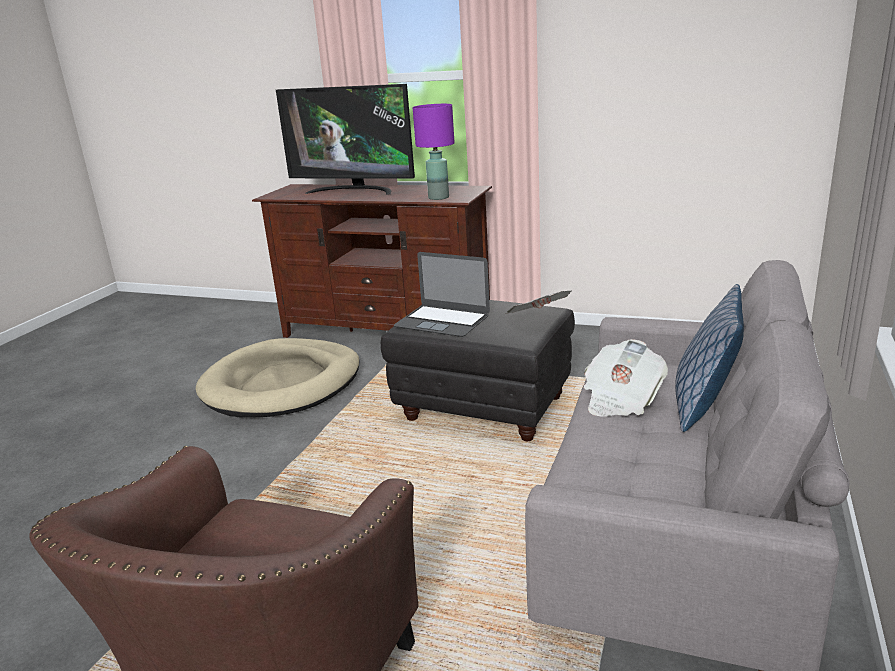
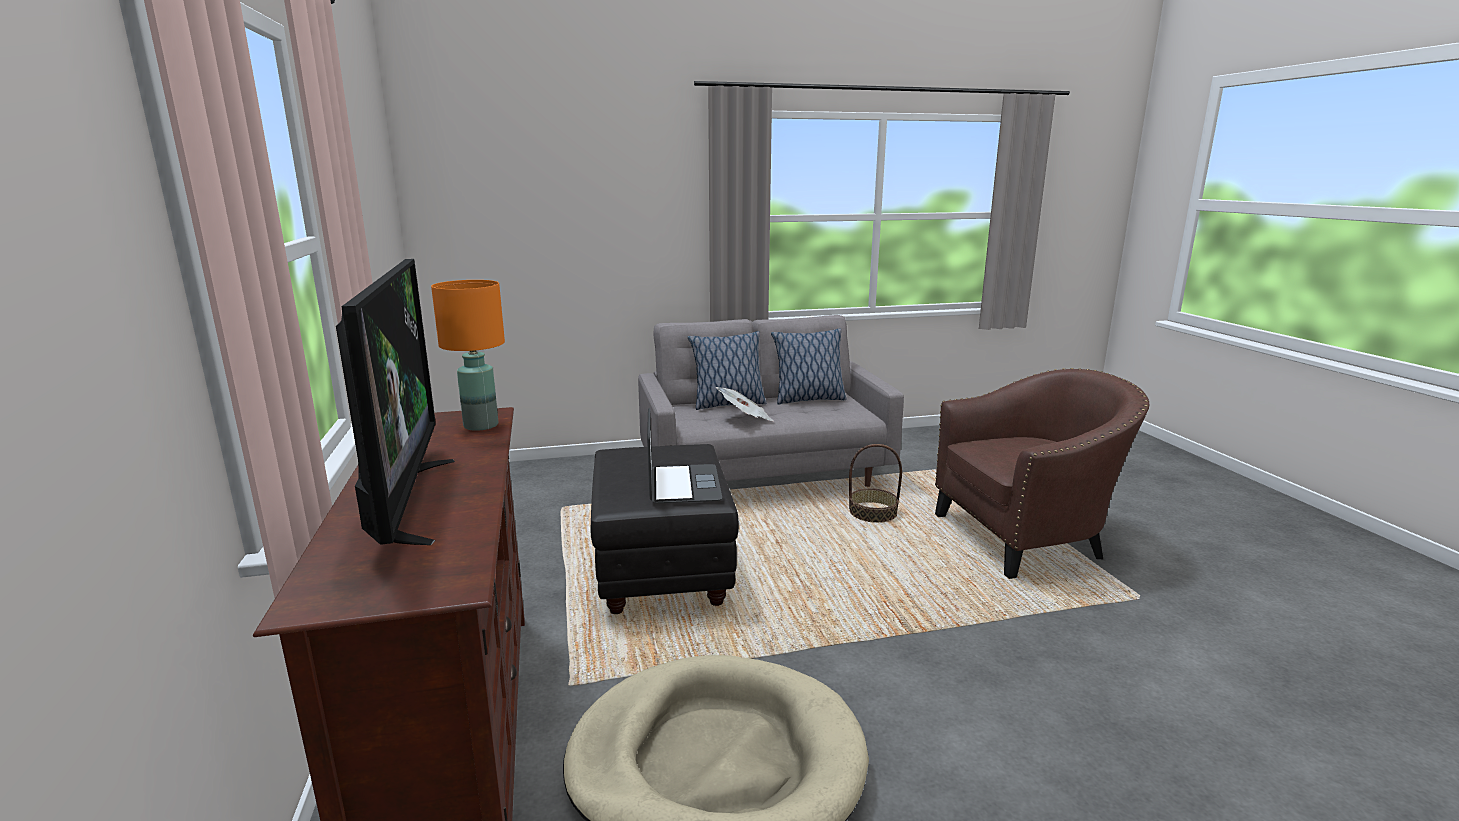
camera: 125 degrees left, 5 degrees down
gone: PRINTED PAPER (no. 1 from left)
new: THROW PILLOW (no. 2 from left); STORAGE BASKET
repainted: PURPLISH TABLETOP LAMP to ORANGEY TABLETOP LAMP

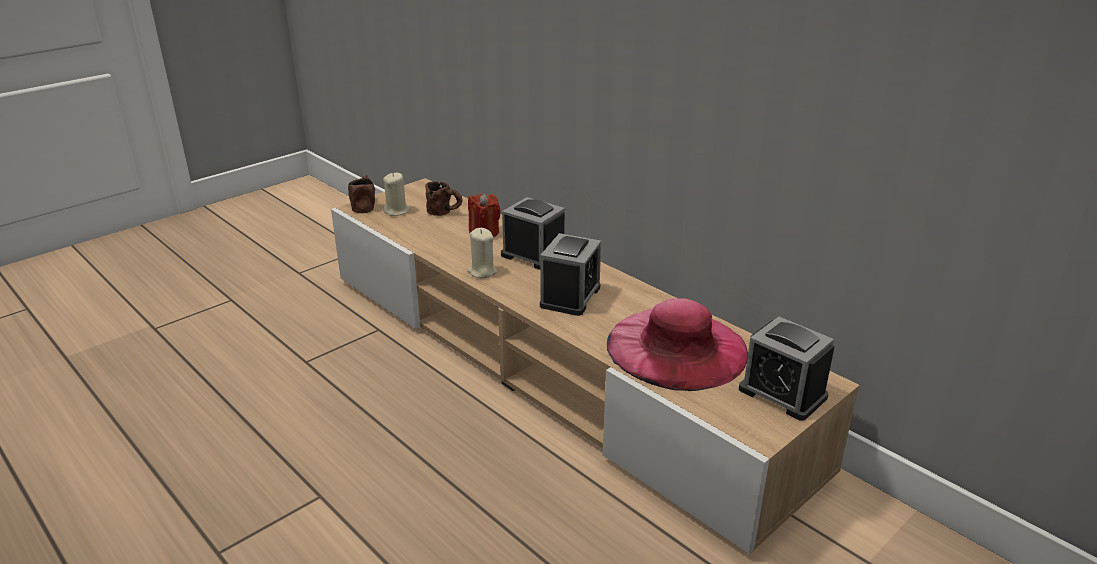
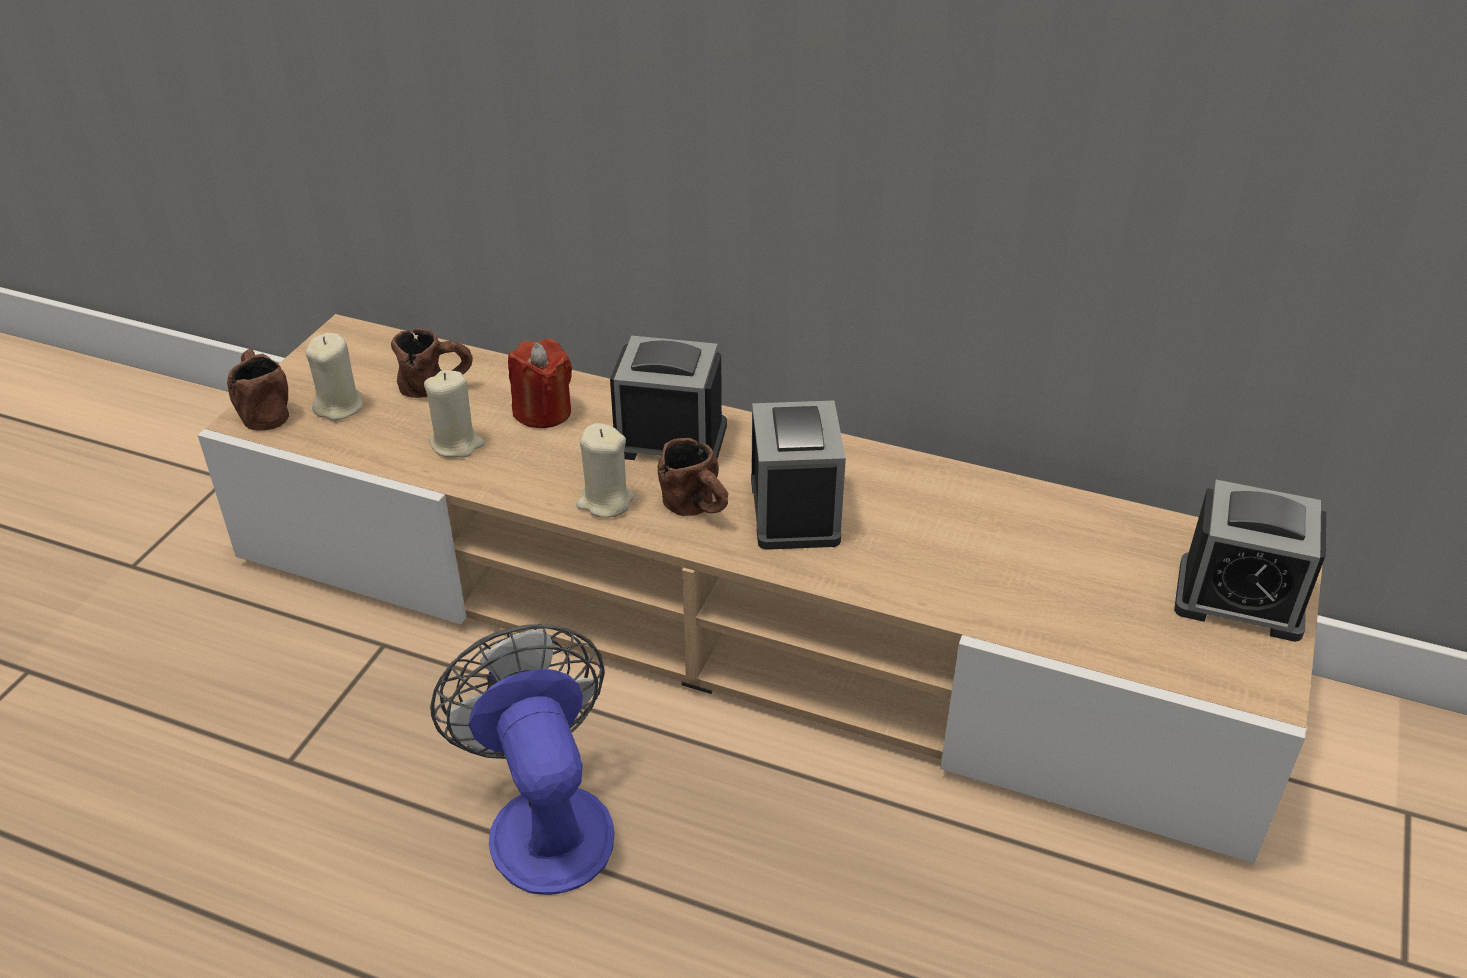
camera: 25 degrees left, 10 degrees up
gone: PINKISH CLOTHING HAT
new: BEIGE-COLOURED WAX LIGHT (no. 2 from left); FAN; BROWN-COLOURED TEA MUG (no. 3 from left)

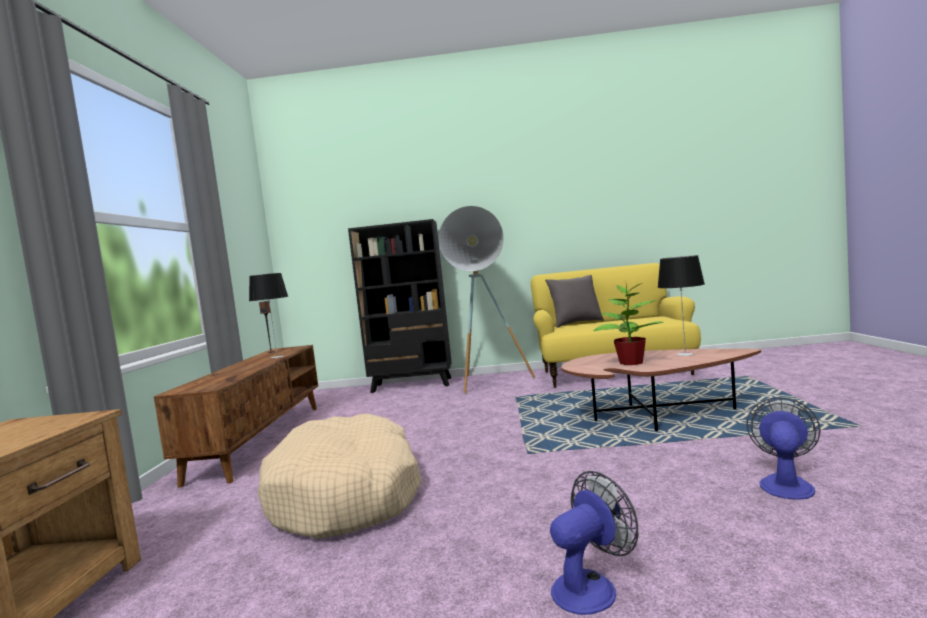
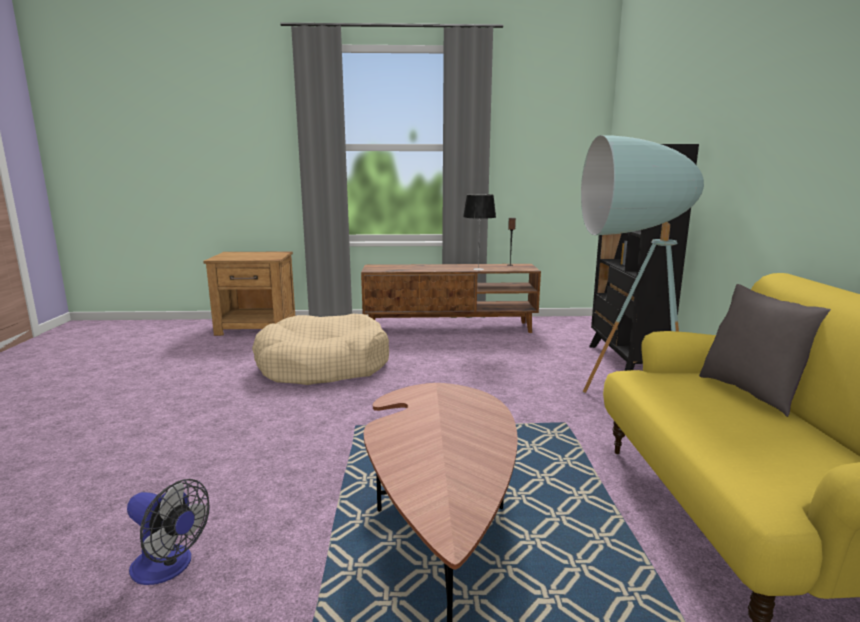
camera: 85 degrees right, 10 degrees up
gone: FAN (no. 1 from left); POTTED PLANT; TABLETOP LAMP (no. 2 from left)

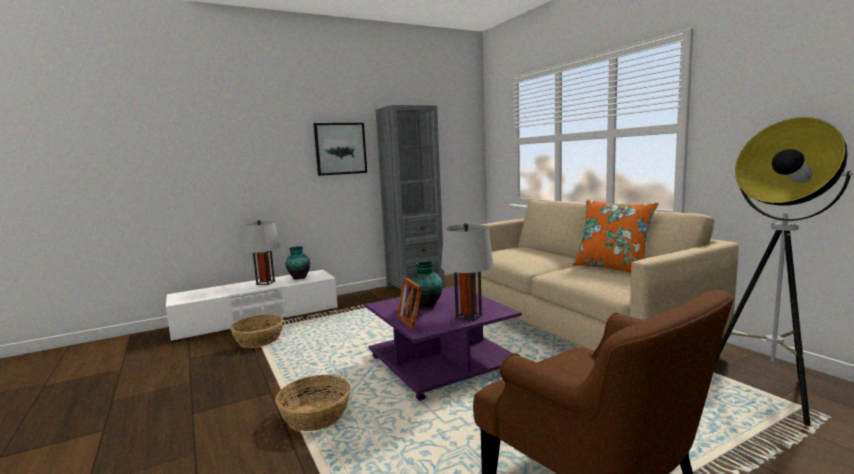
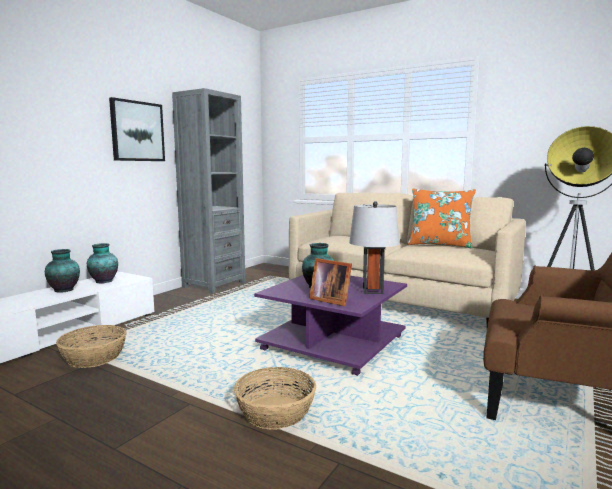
camera: 30 degrees left, 0 degrees up
swapped: GREYISH TABLETOP LAMP (no. 1 from left) to DECORATIVE VASE (no. 1 from left)

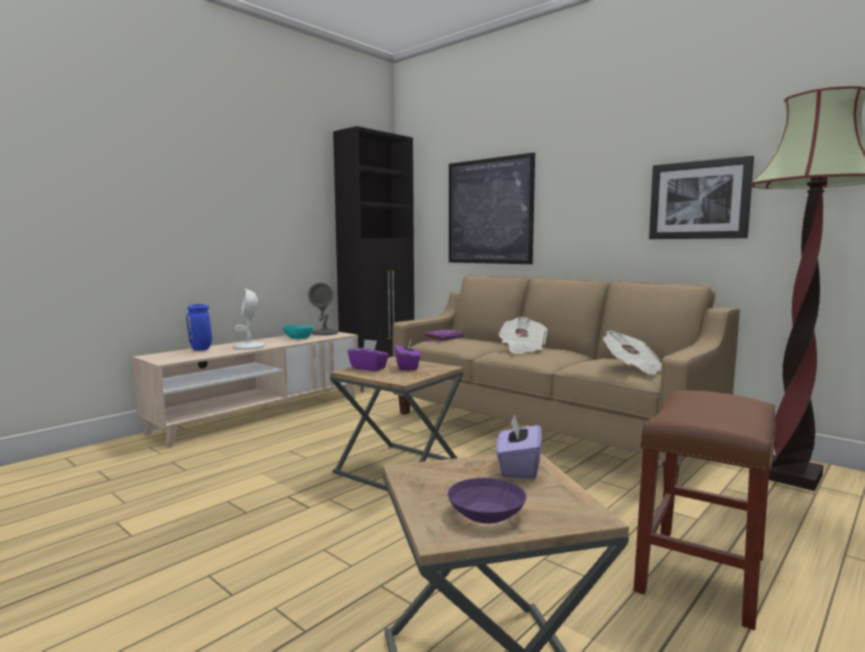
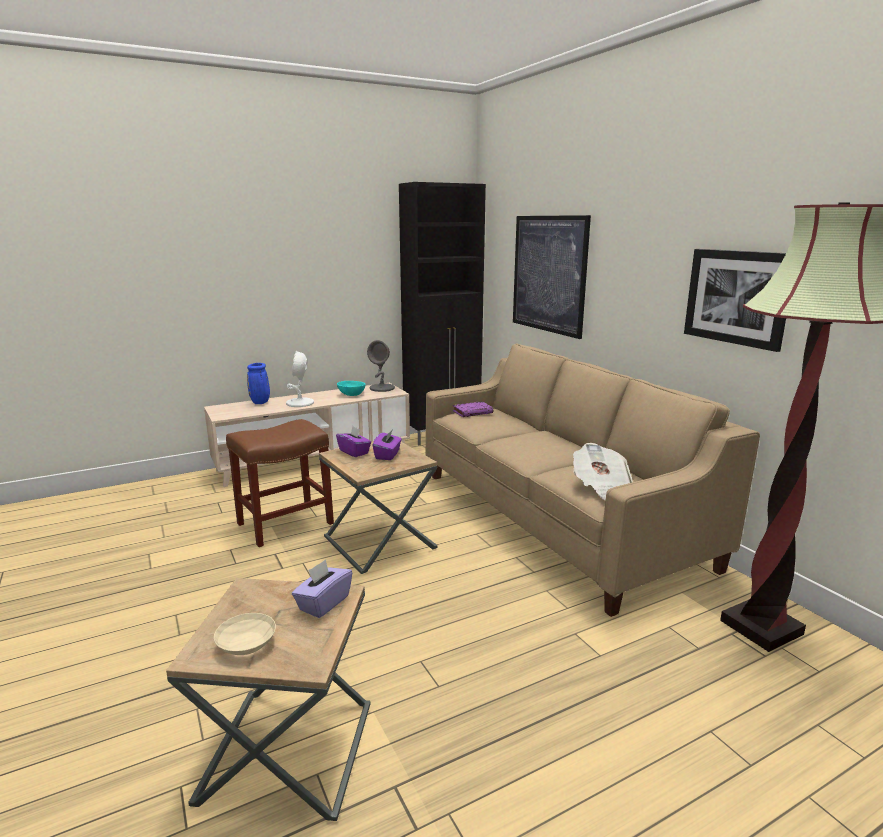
camera: 20 degrees right, 10 degrees up
gone: PRINTED PAPER (no. 1 from left)
shifted: BROWN-COLOURED SITTING STOOL
repainted: PURPLISH BOWL to BEIGE-COLOURED BOWL

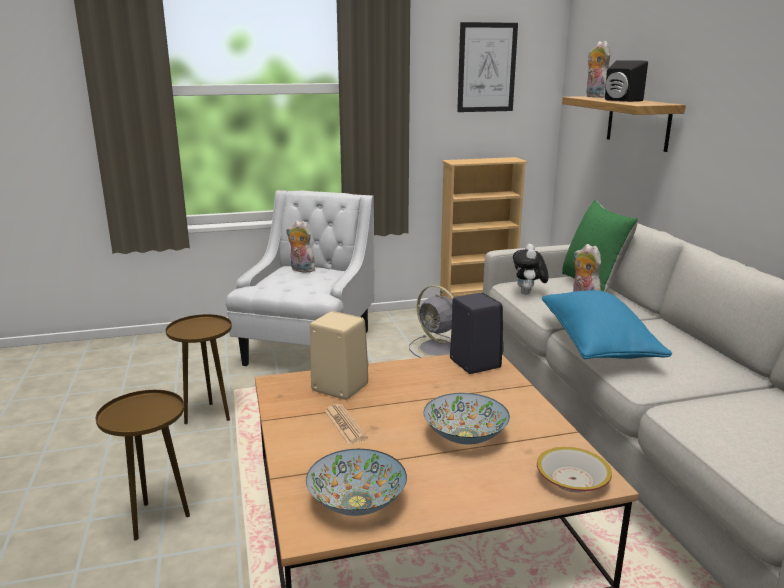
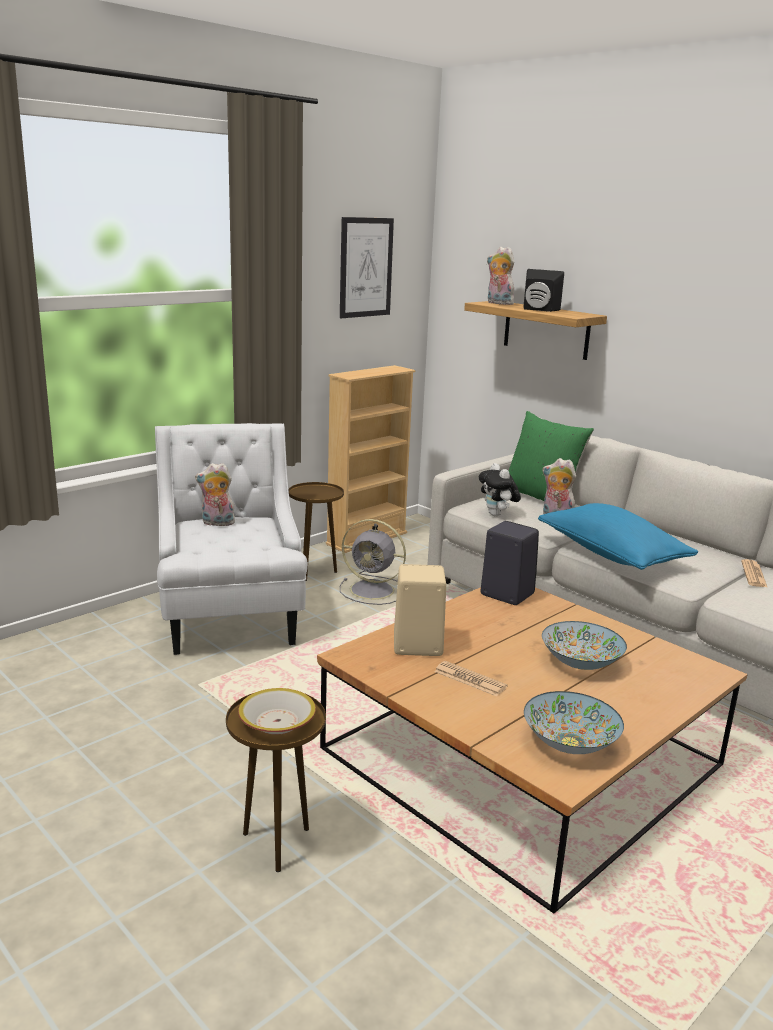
camera: 30 degrees left, 0 degrees up
new: PRINTED PAPER (no. 2 from left)
shifted: BROWN-COLOURED ACCENT TABLE (no. 2 from left); BOWL (no. 3 from left in the first image) to BOWL (no. 1 from left)

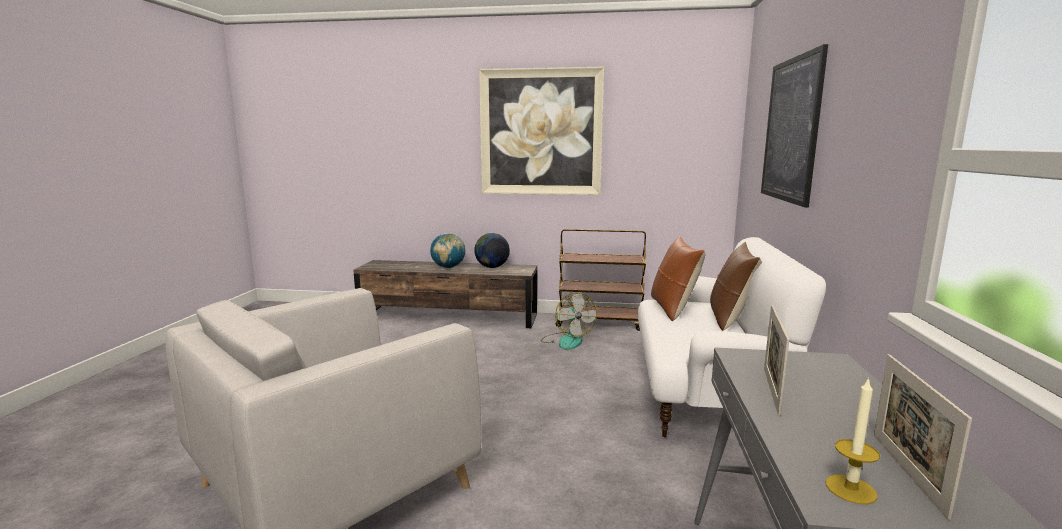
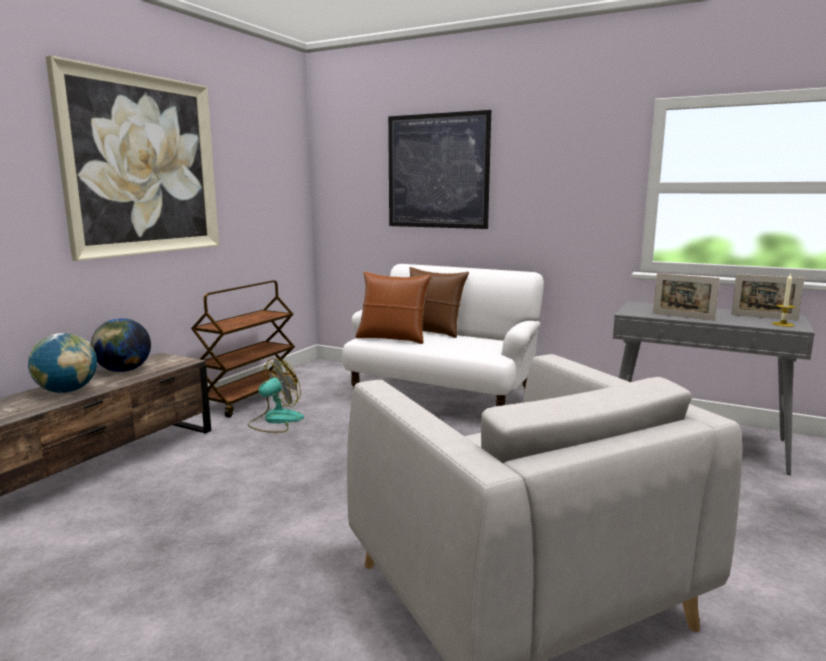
camera: 70 degrees left, 0 degrees up
rotated: FAN 45 degrees counterclockwise

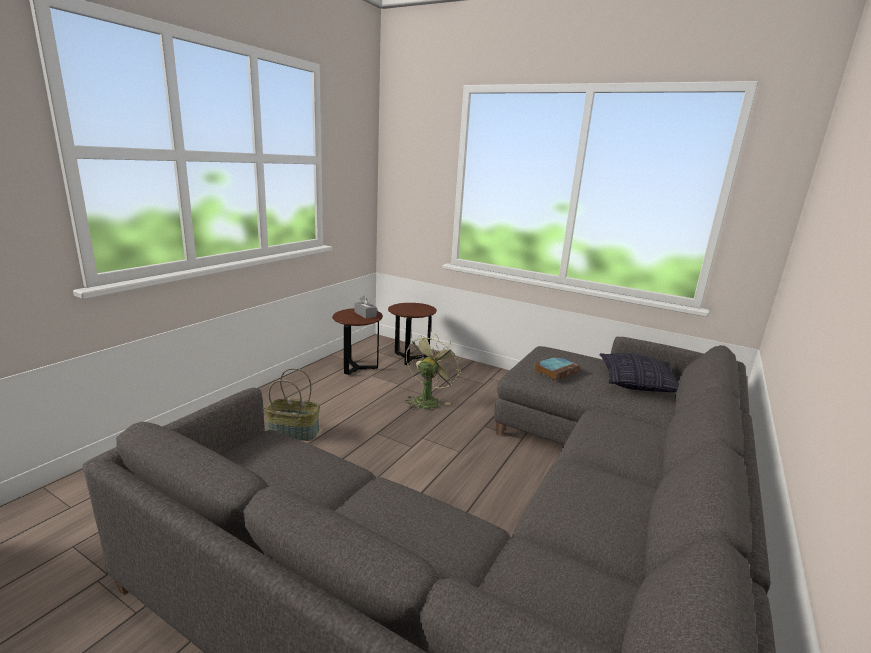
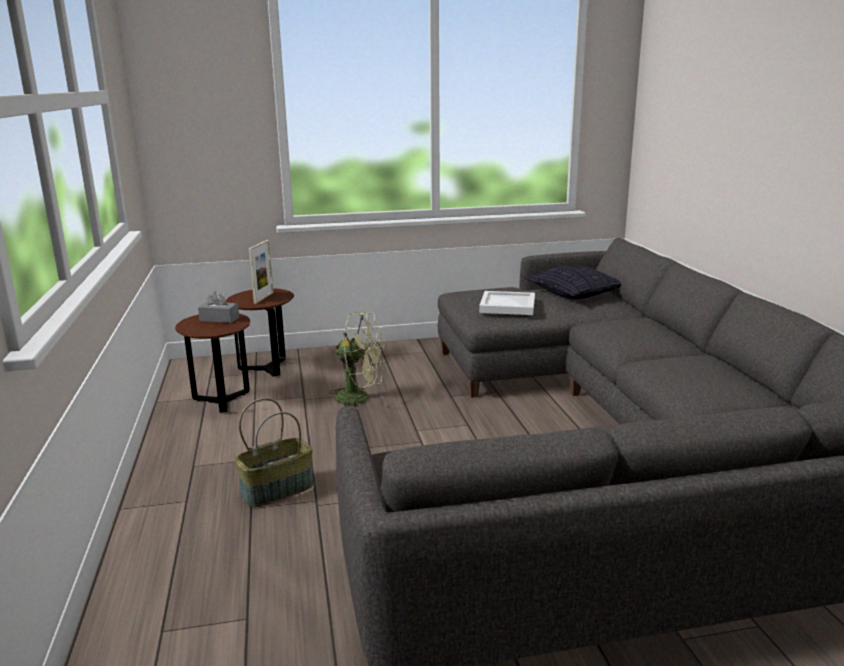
camera: 40 degrees left, 0 degrees up
new: STANDING FRAME
swapped: BOUND BOOK to WHITISH SERVING TRAY
rotated: GREENISH FAN 120 degrees clockwise

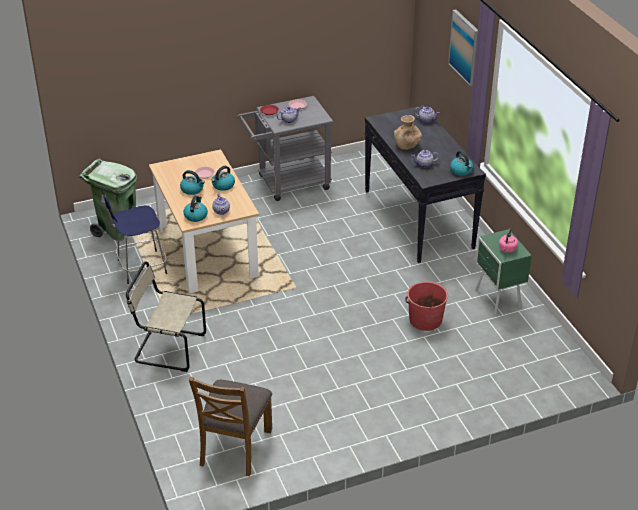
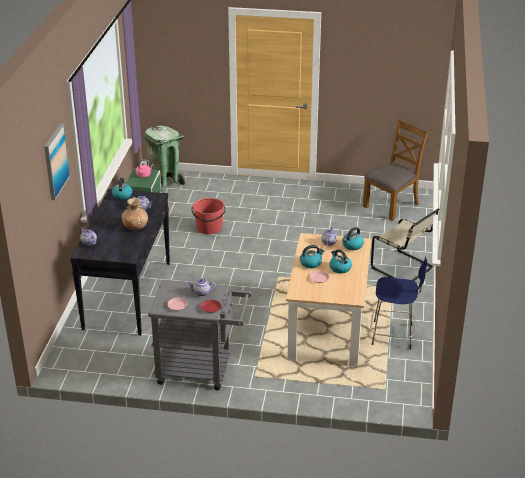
camera: 150 degrees left, 5 degrees down
shifted: GREENISH RUBBISH BIN

